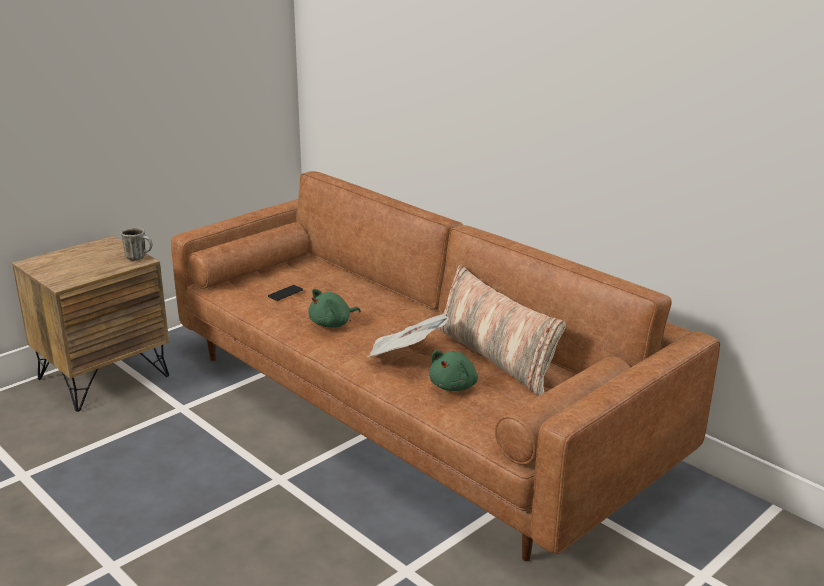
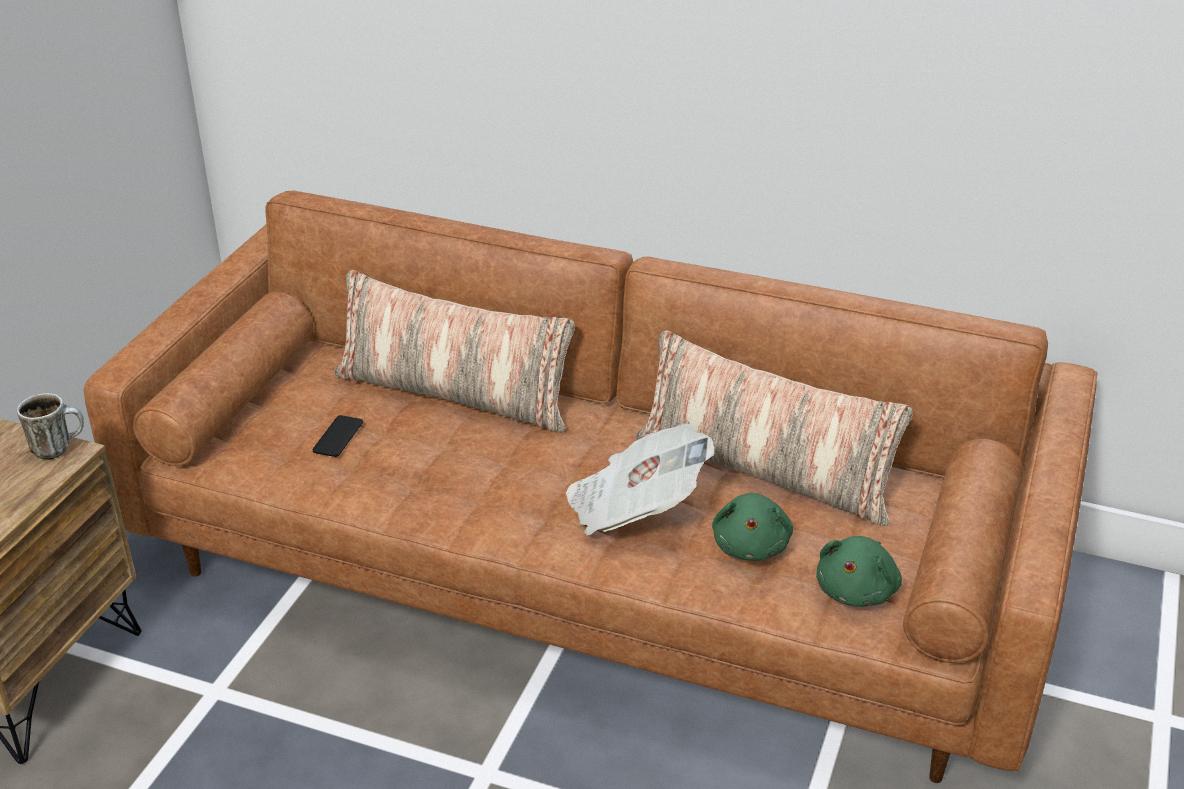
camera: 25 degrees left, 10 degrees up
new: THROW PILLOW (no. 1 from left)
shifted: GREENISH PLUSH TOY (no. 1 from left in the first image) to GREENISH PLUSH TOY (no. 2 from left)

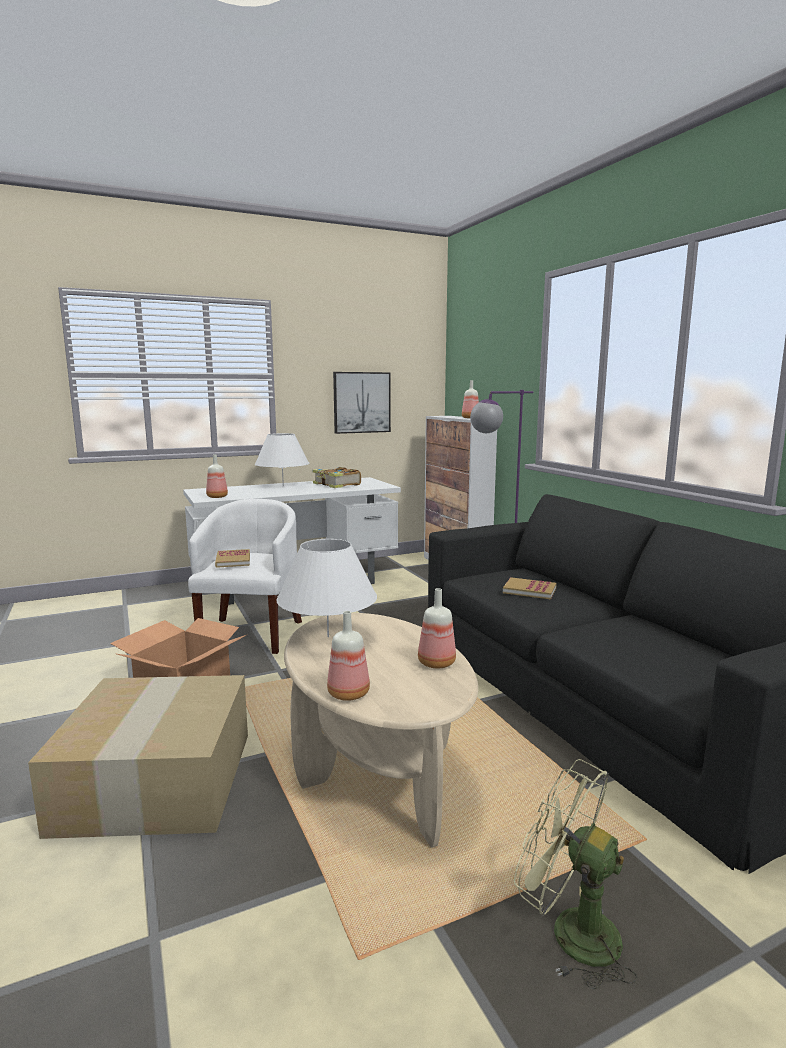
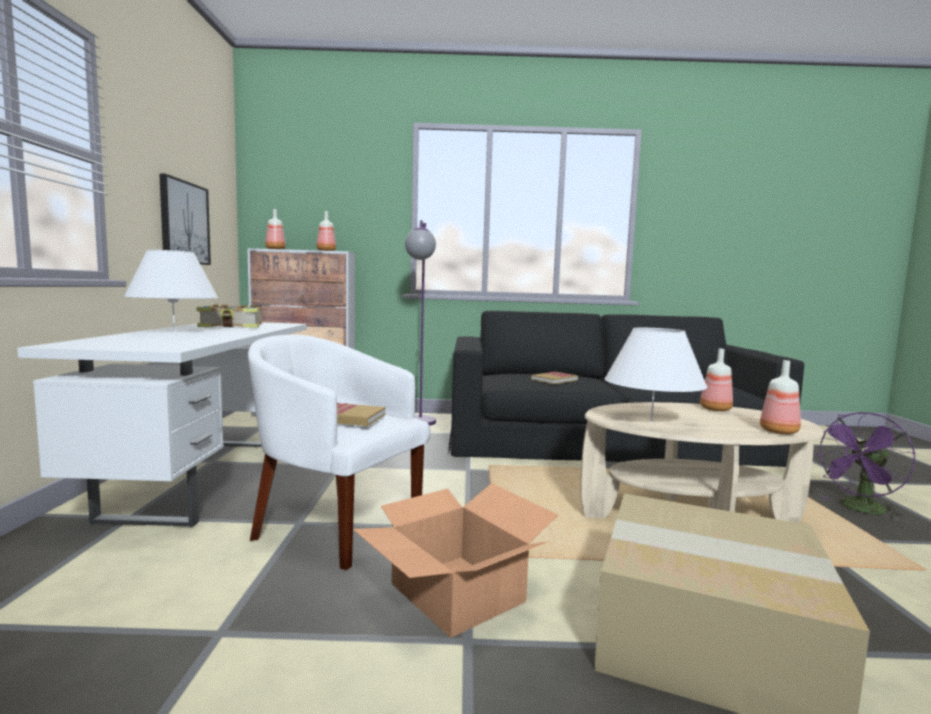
camera: 65 degrees left, 5 degrees down
shifted: DRINK BOTTLE (no. 1 from left)
repainted: GREENISH FAN to PURPLISH FAN

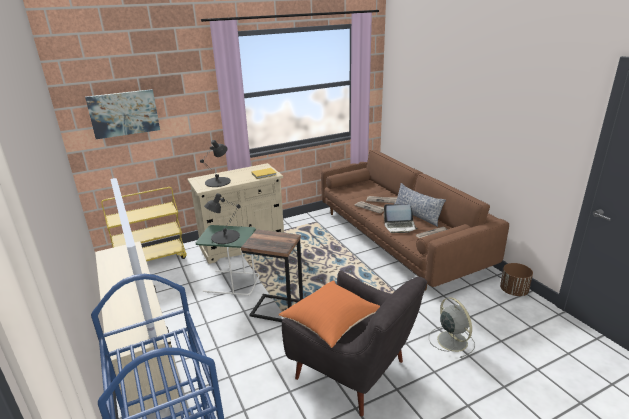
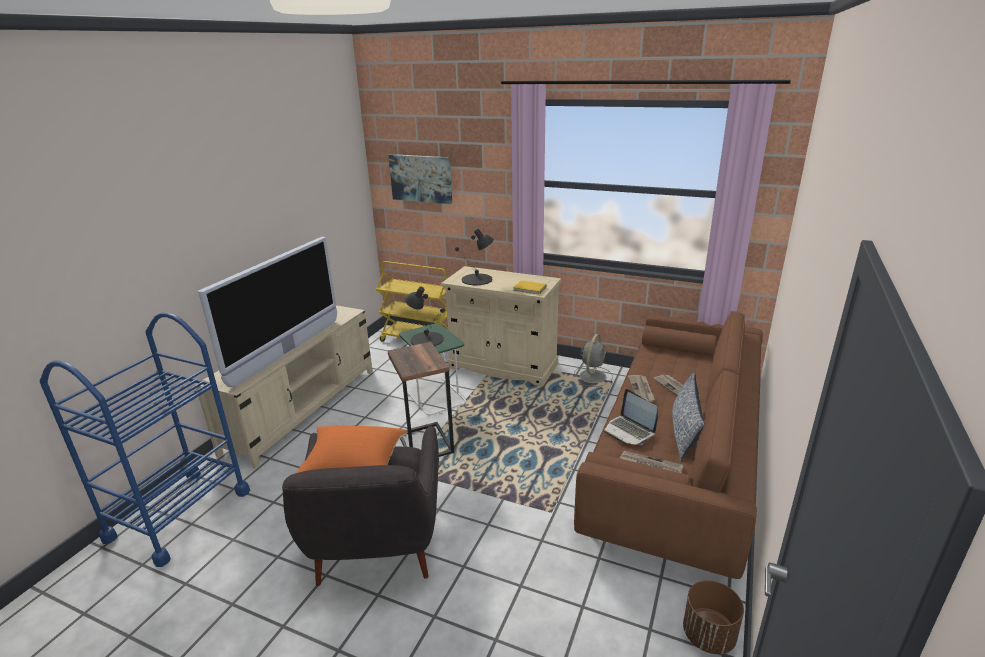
camera: 50 degrees right, 0 degrees up
shifted: GREYISH FAN

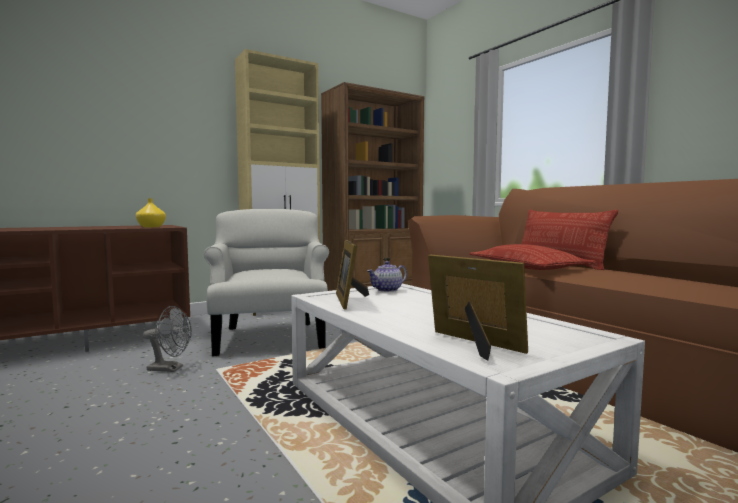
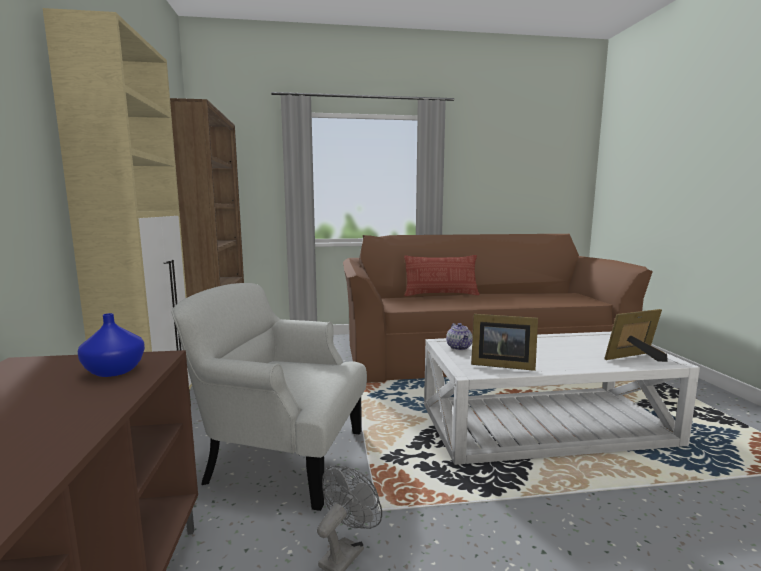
camera: 65 degrees left, 5 degrees up
gone: THROW PILLOW (no. 1 from left)
repainted: YELLOWISH DECORATIVE VASE to BLUE DECORATIVE VASE

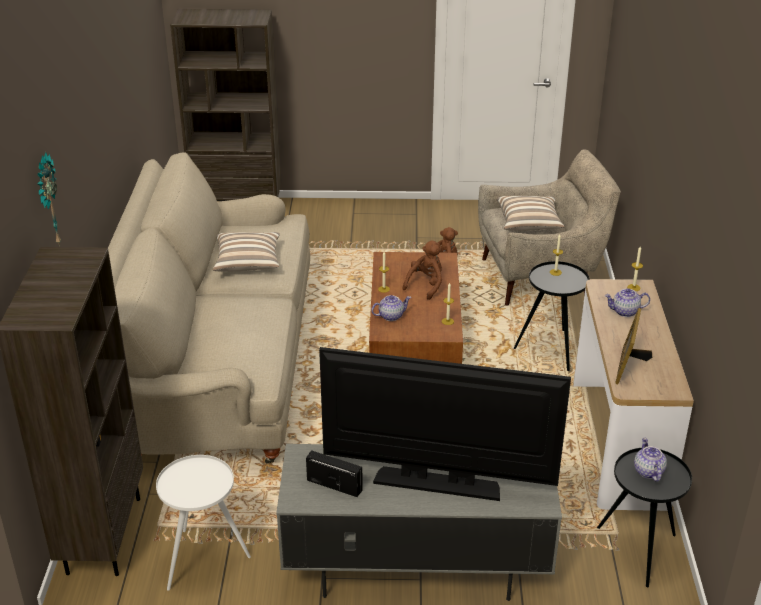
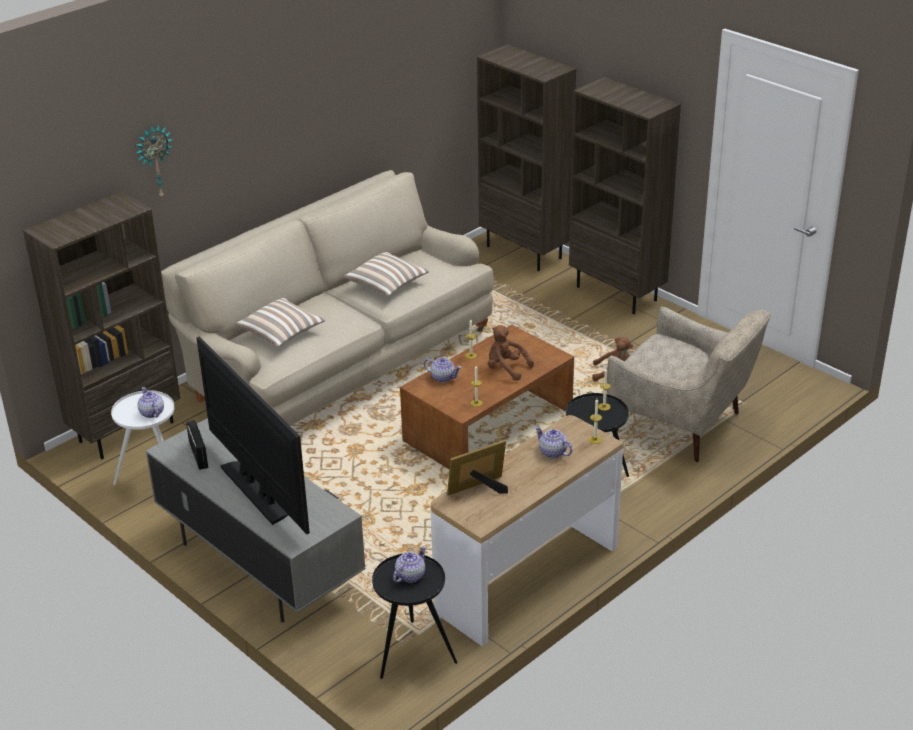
camera: 45 degrees right, 0 degrees up
new: TEAPOT (no. 1 from left); BROWN-COLOURED BOOKCASE (no. 3 from left)
shifted: THROW PILLOW (no. 2 from left in the first image) to THROW PILLOW (no. 1 from left)
rotated: BROWN-COLOURED PLUSH TOY (no. 1 from left) 135 degrees counterclockwise

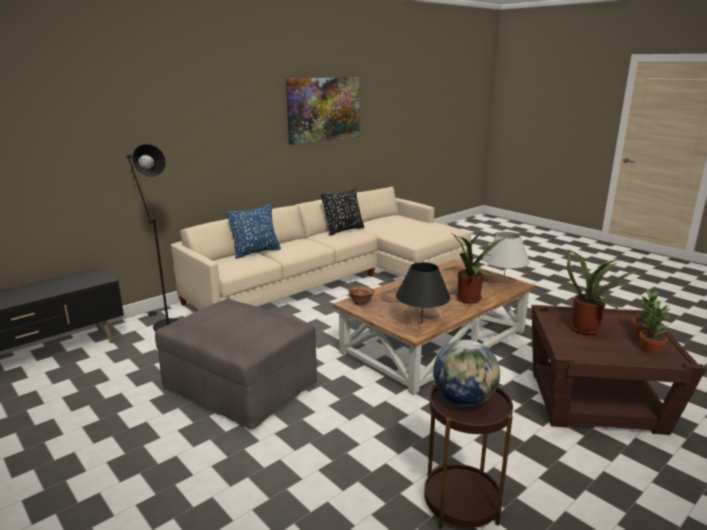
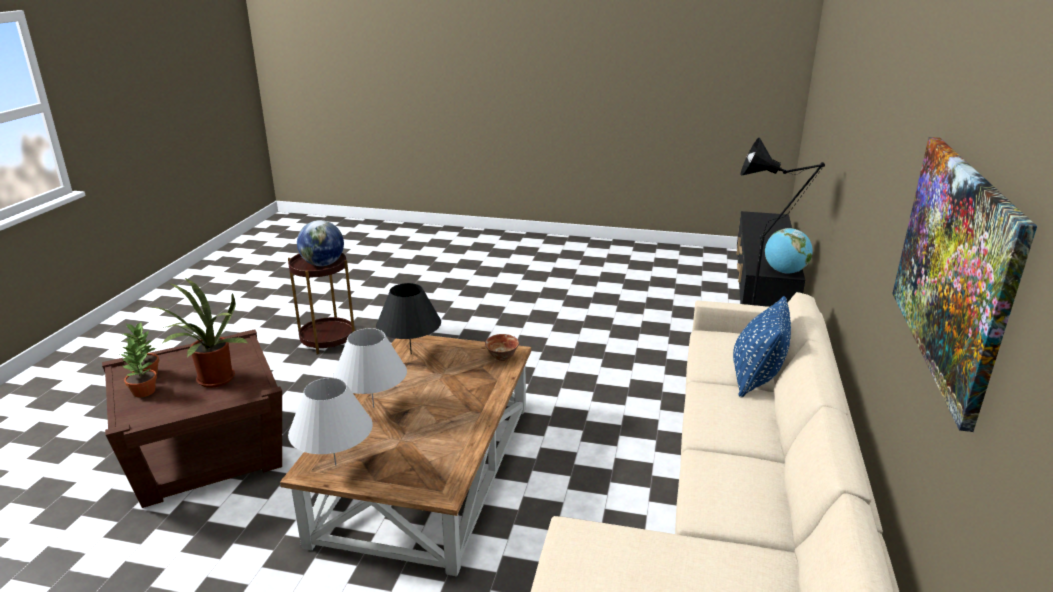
camera: 145 degrees right, 5 degrees up
gone: GREYISH OTTOMAN; BLACKISH THROW PILLOW
new: WORLD GLOBE (no. 2 from left)
swapped: POTTED PLANT (no. 1 from left) to WHITISH TABLETOP LAMP (no. 2 from left)

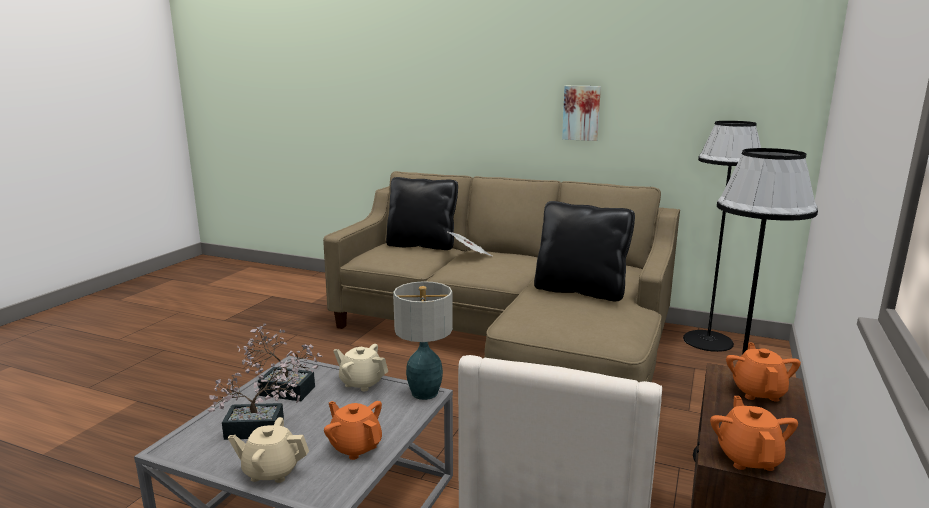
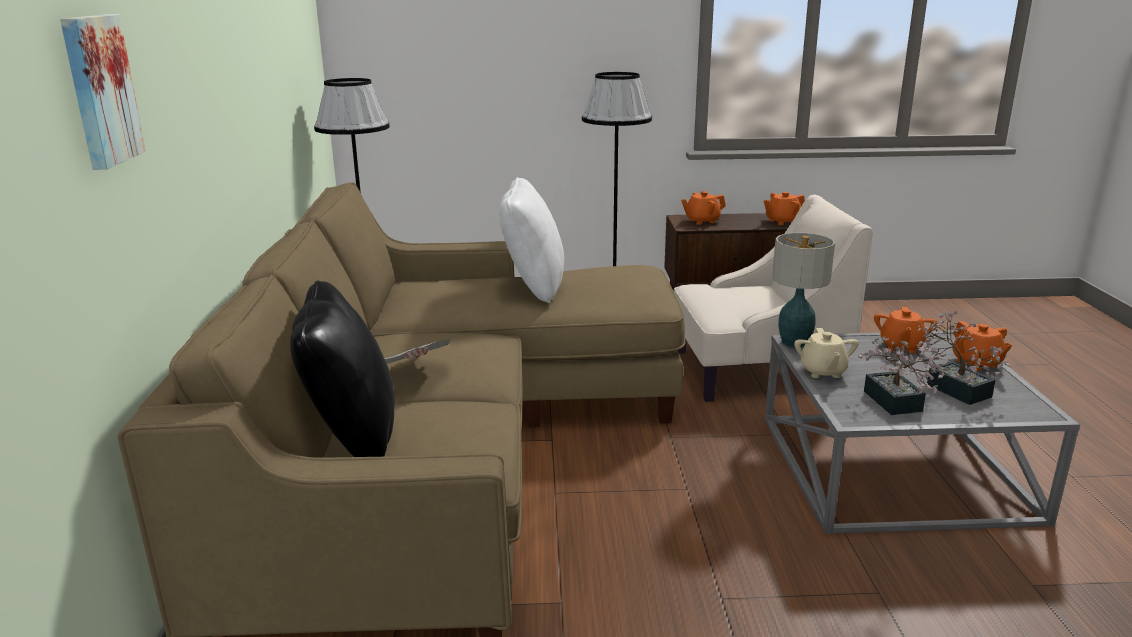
camera: 115 degrees left, 5 degrees up
shifted: PICTURE
repainted: BEIGE-COLOURED TEAPOT (no. 1 from left) to ORANGEY TEAPOT (no. 4 from left); BLACKISH THROW PILLOW (no. 2 from left) to WHITISH THROW PILLOW

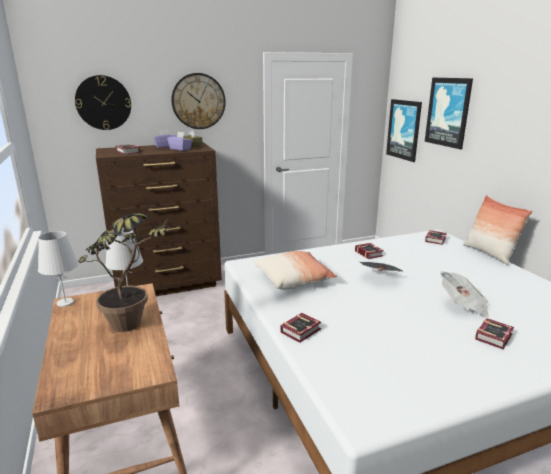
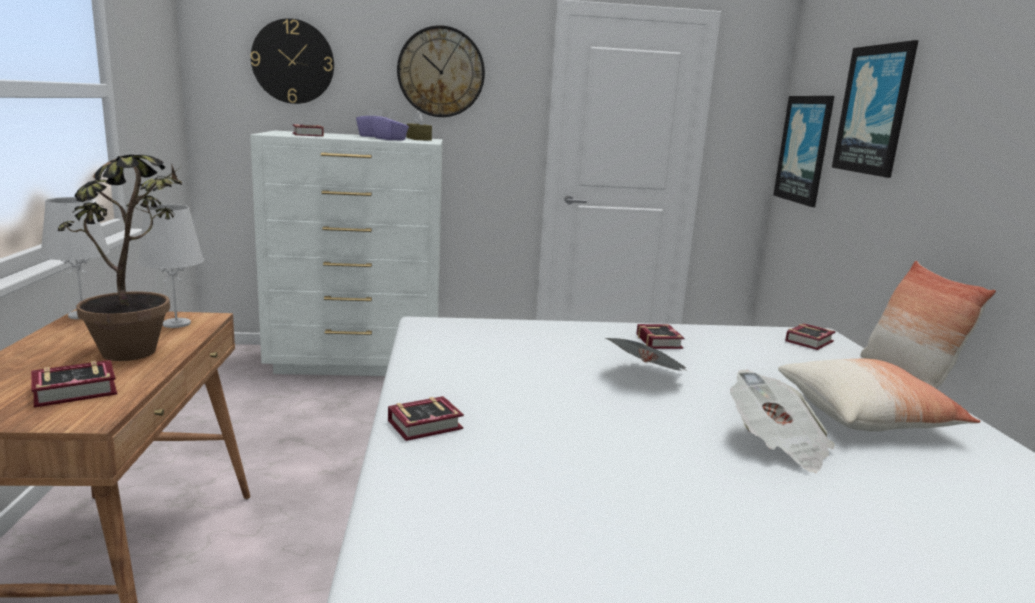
camera: 15 degrees right, 5 degrees down
shifted: THROW PILLOW (no. 1 from left); BOUND BOOK (no. 5 from left in the first image) to BOUND BOOK (no. 1 from left)
repainted: BROWN-COLOURED DRAWER CHEST to WHITISH DRAWER CHEST

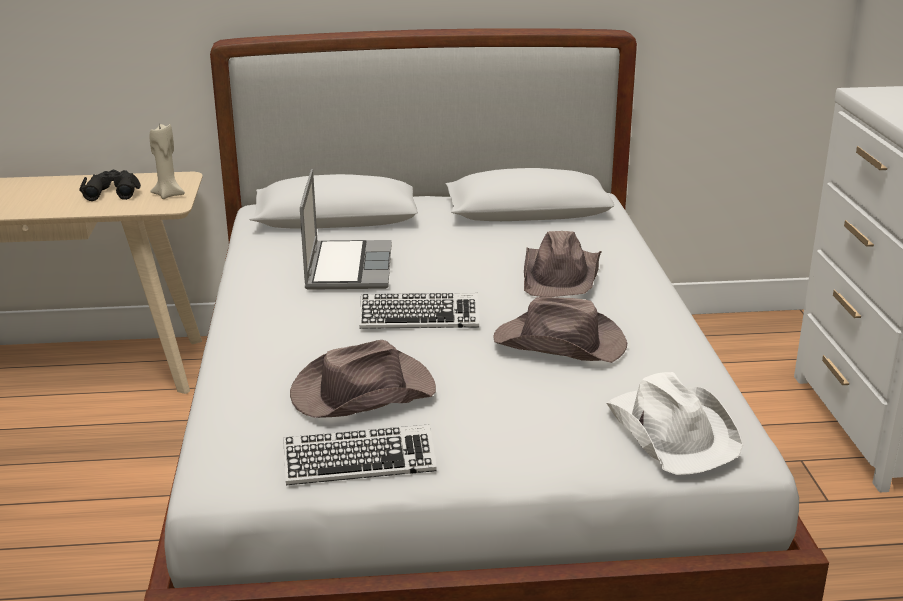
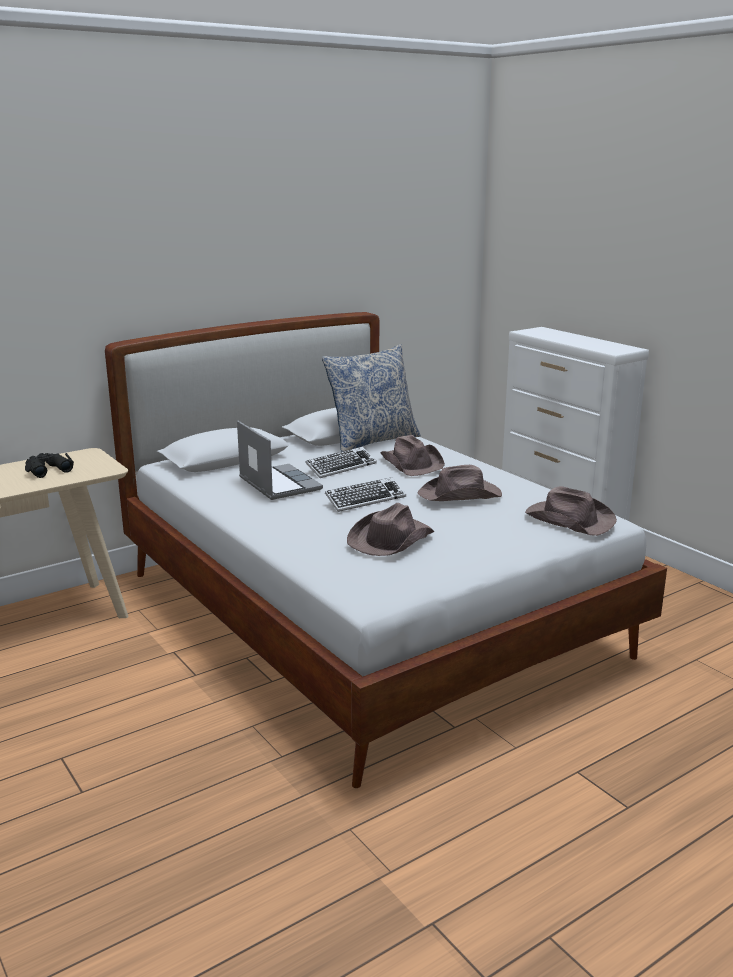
camera: 30 degrees left, 5 degrees down
gone: BEIGE-COLOURED WAX LIGHT
new: THROW PILLOW
shifted: PC KEYBOARD (no. 1 from left)
repainted: WHITISH CLOTHING HAT to BROWN-COLOURED CLOTHING HAT (no. 4 from left)

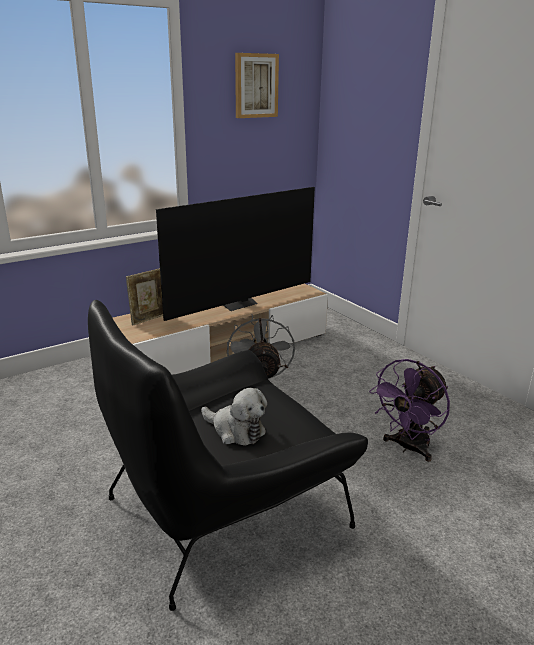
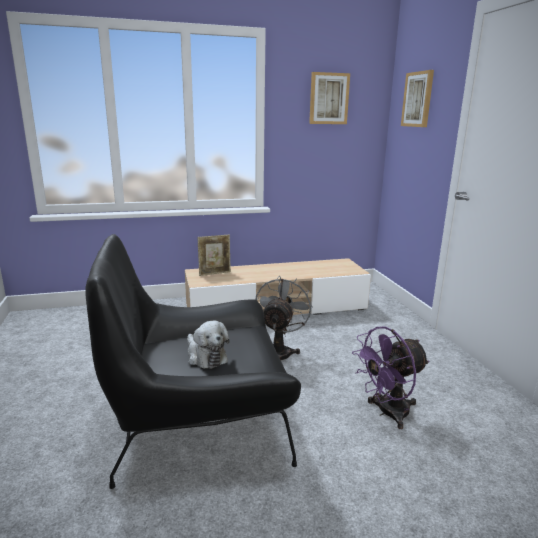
camera: 20 degrees right, 5 degrees down
gone: TV SET
new: PICTURE (no. 2 from left)

